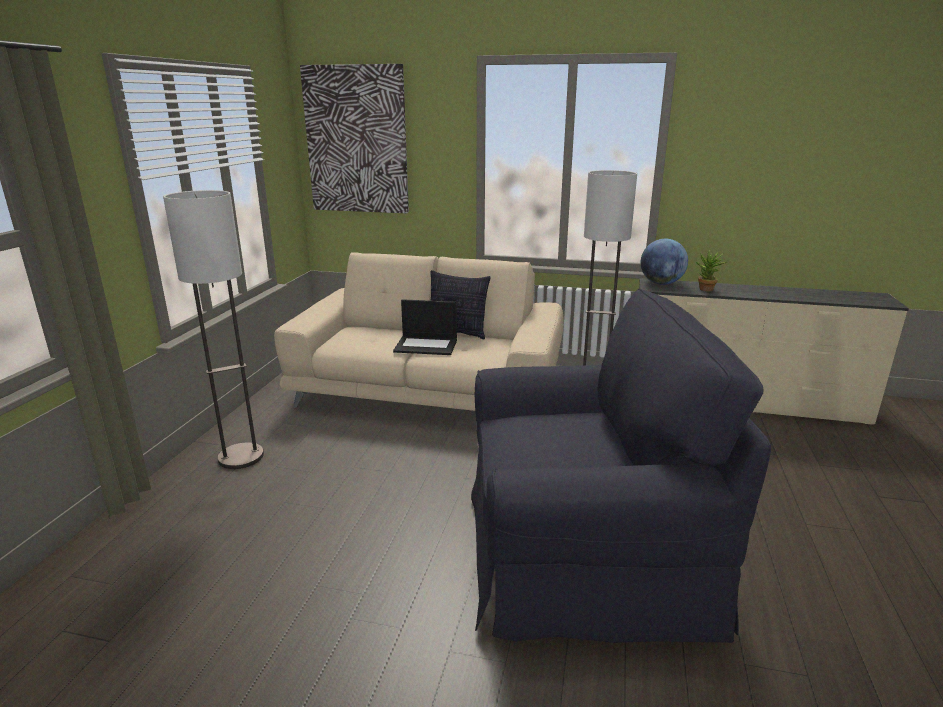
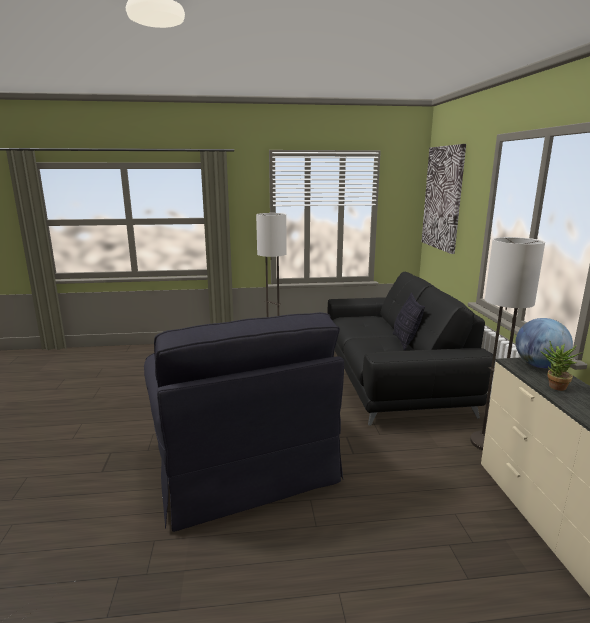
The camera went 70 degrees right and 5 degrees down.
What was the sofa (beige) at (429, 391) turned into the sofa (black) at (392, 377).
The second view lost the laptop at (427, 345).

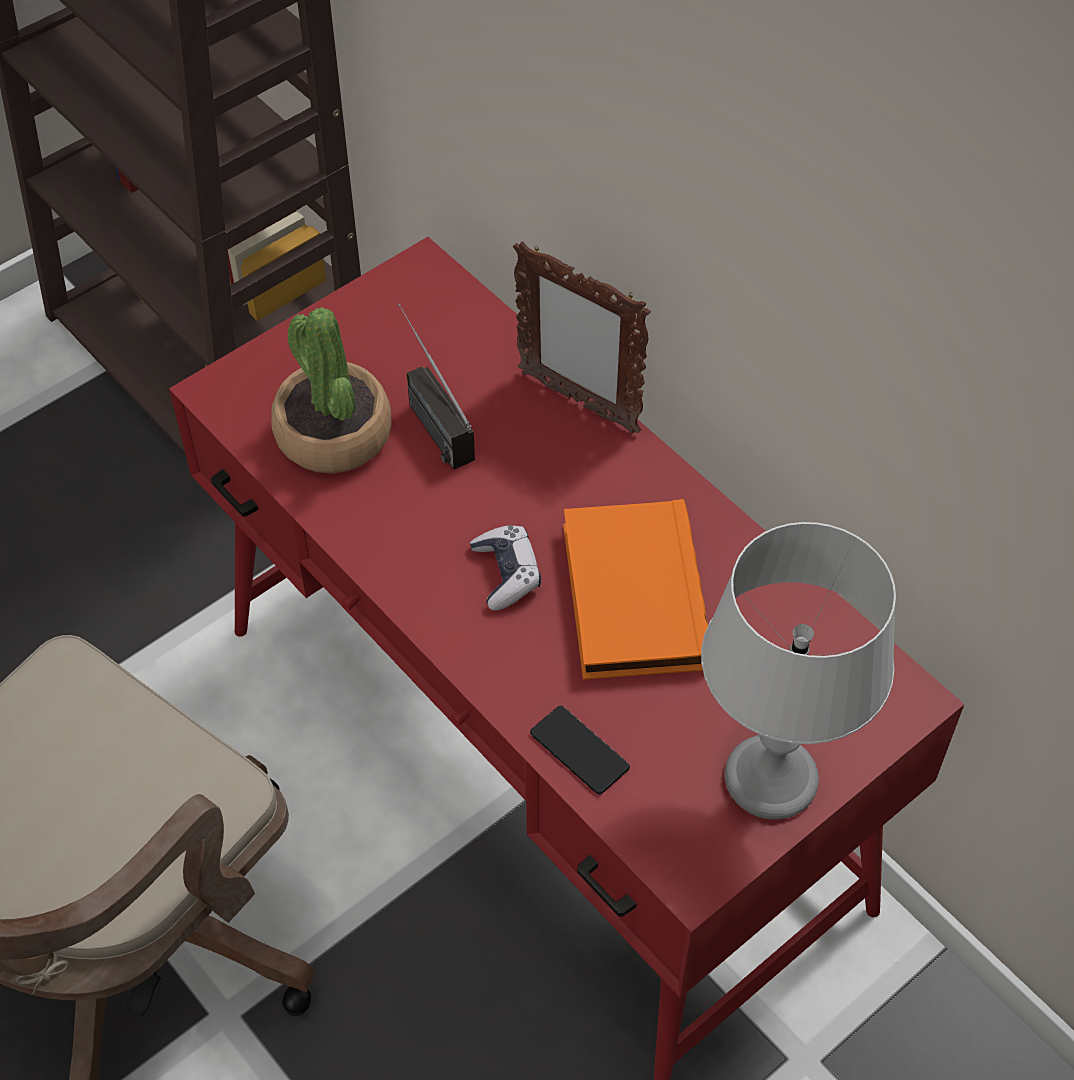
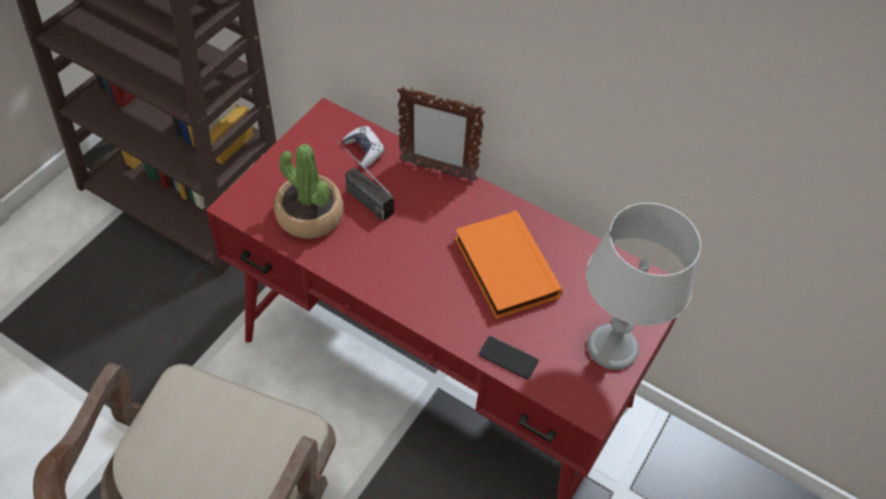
The camera went 20 degrees left and 0 degrees up.
The game controller ended up elsewhere, having gone from (506, 573) to (364, 151).

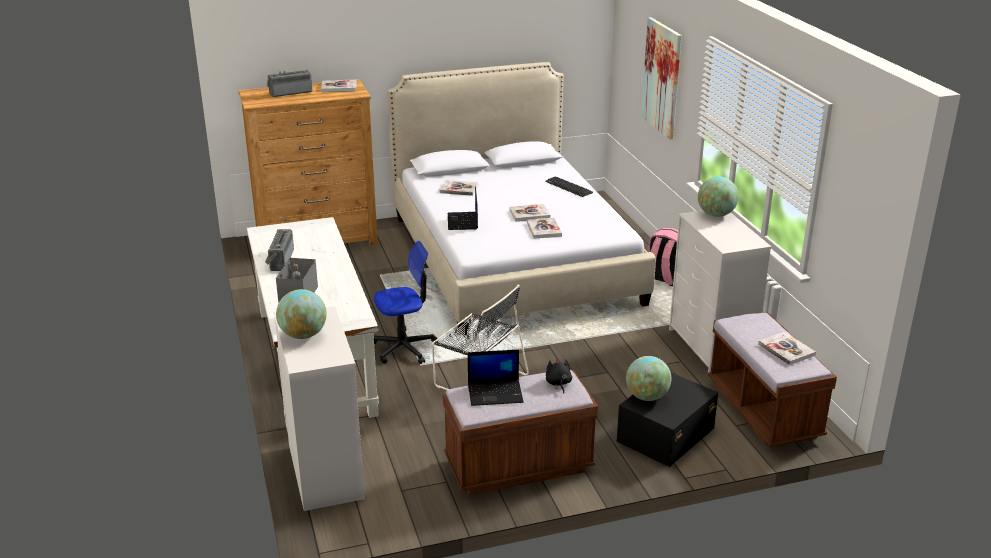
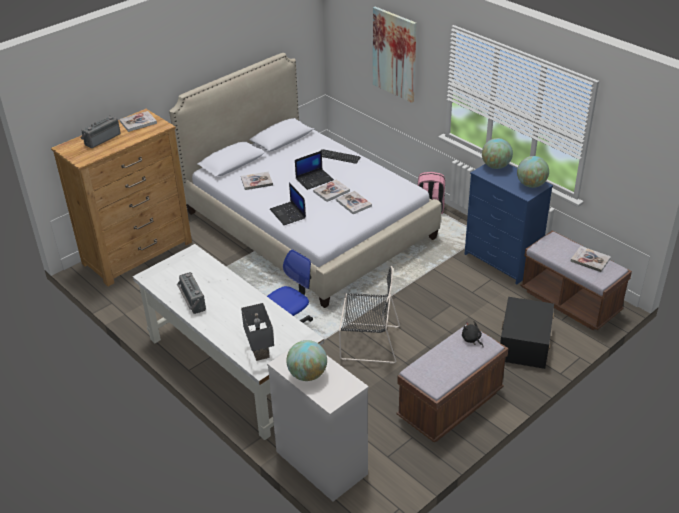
The camera went 25 degrees left and 10 degrees up.
What was the dresser (white) at (711, 348) turned into the dresser (blue) at (502, 261).
The laptop ended up elsewhere, having gone from (496, 393) to (314, 179).
The globe ended up elsewhere, having gone from (647, 397) to (531, 185).

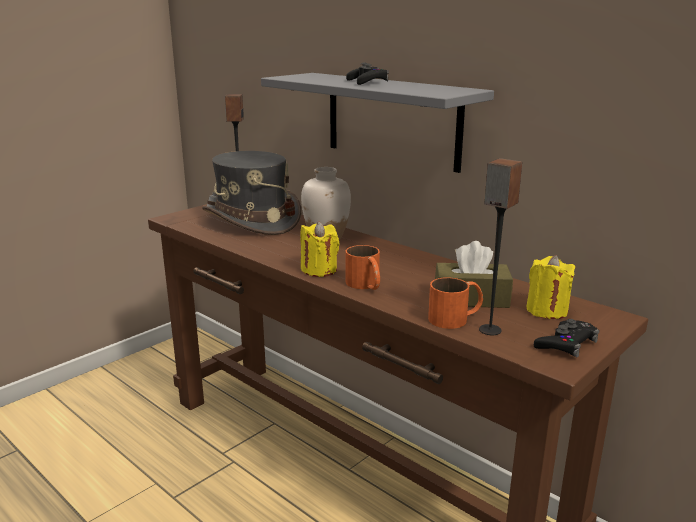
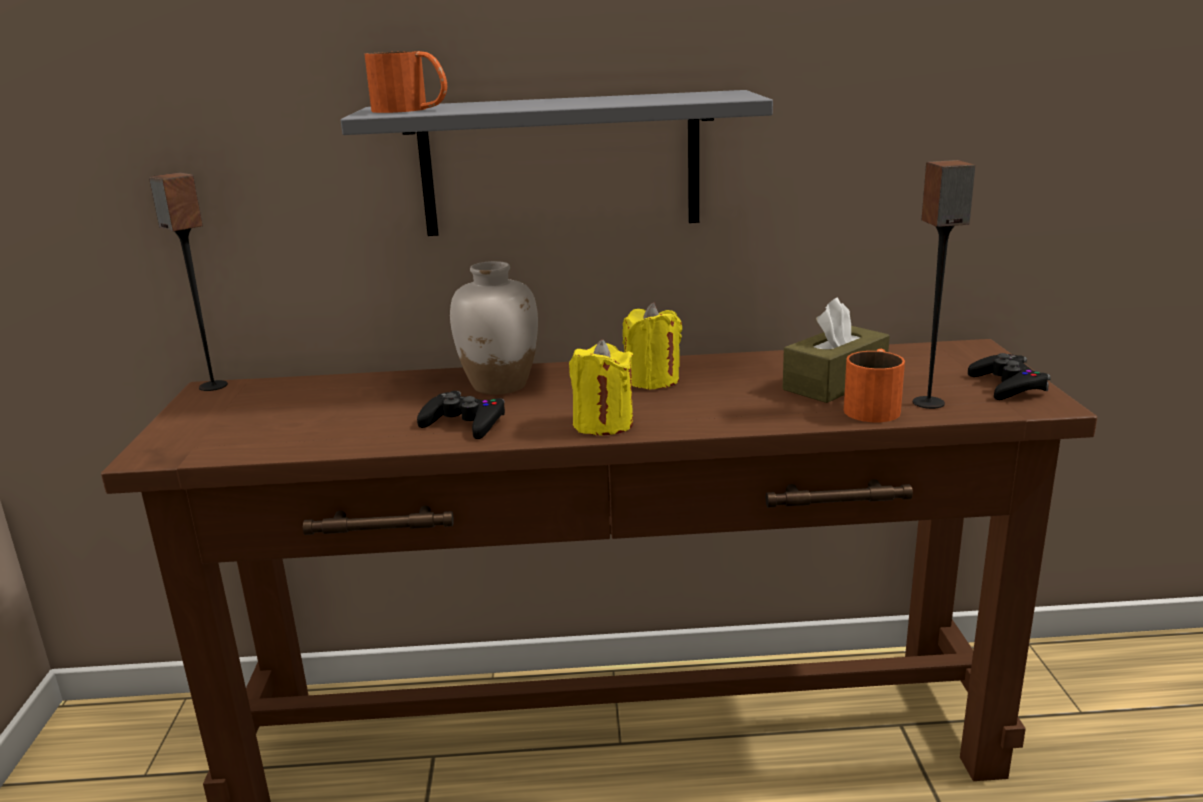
The camera went 45 degrees left and 0 degrees up.
The game controller (black) ended up elsewhere, having gone from (367, 82) to (464, 423).
The second view lost the hat (grey) at (252, 220).
The mug (orange) ended up elsewhere, having gone from (366, 285) to (411, 109).
The candle (yellow) ended up elsewhere, having gone from (547, 310) to (652, 380).

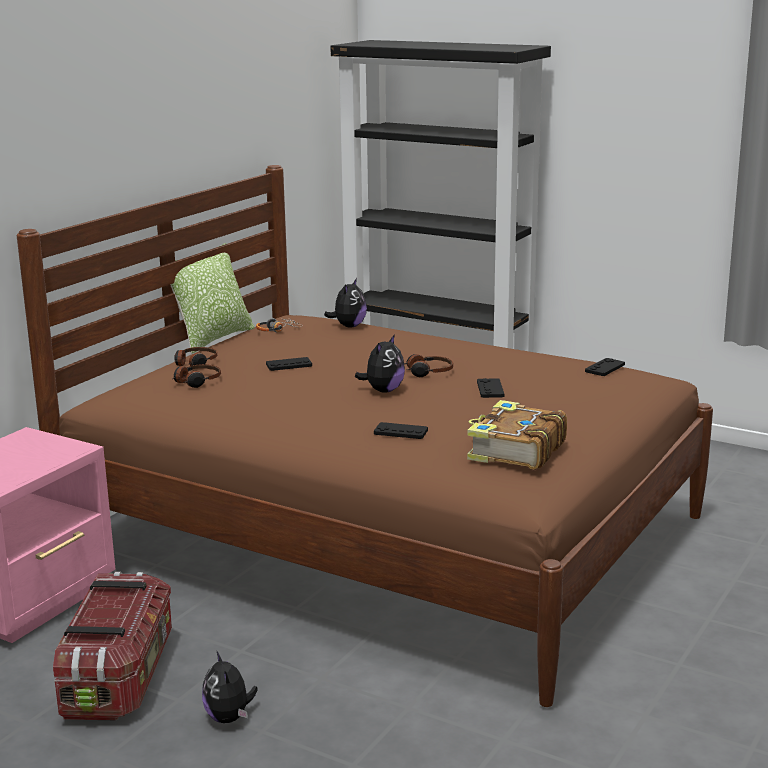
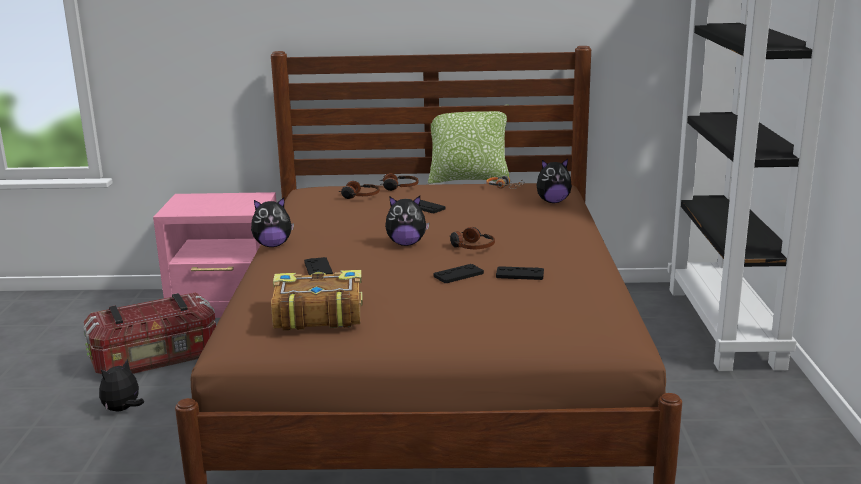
The camera went 60 degrees right and 0 degrees up.
The game controller (black) ended up elsewhere, having gone from (605, 368) to (520, 274).
The second view gained the plush toy at (273, 245).

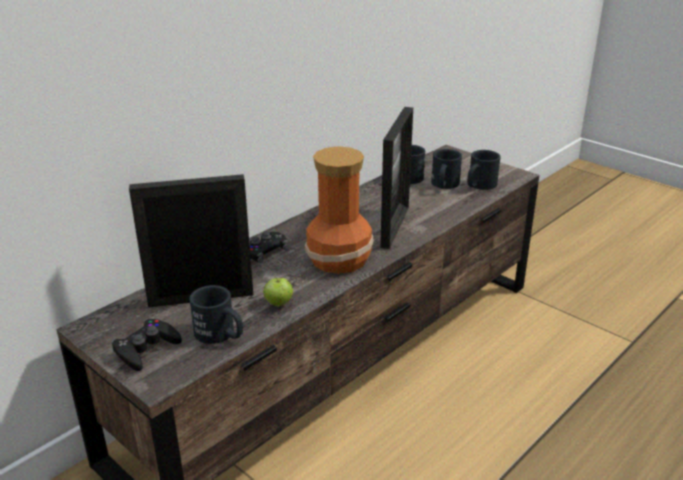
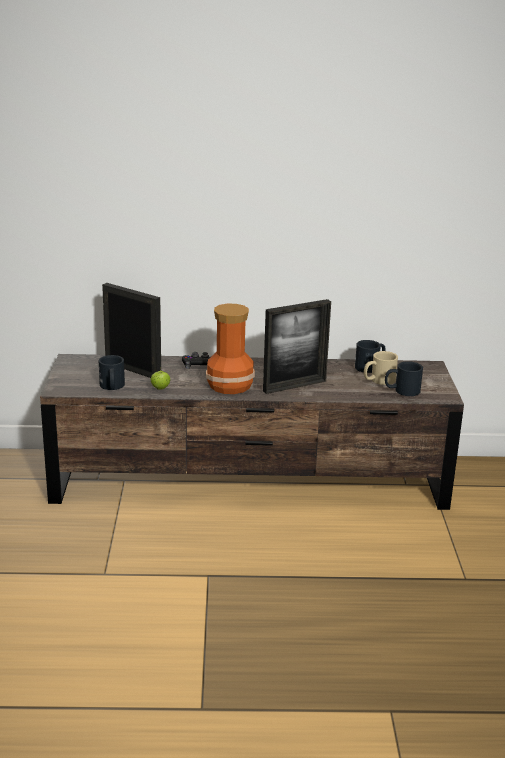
The camera went 45 degrees right and 5 degrees down.
What was the mug (black) at (444, 185) turned into the mug (beige) at (378, 380).
The second view lost the game controller (black) at (146, 349).

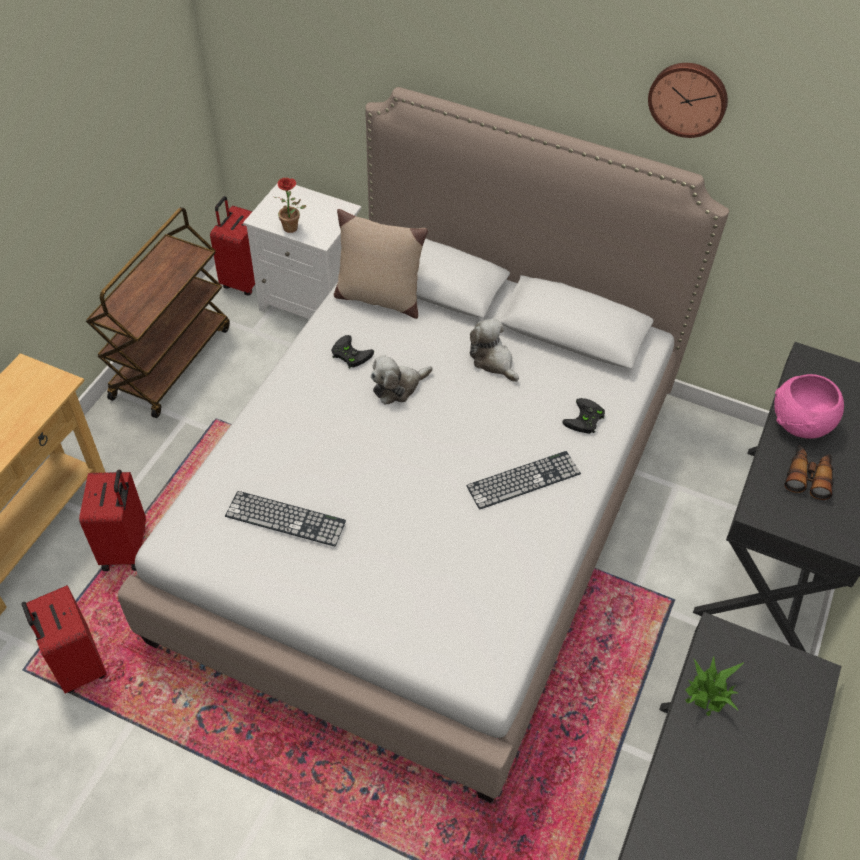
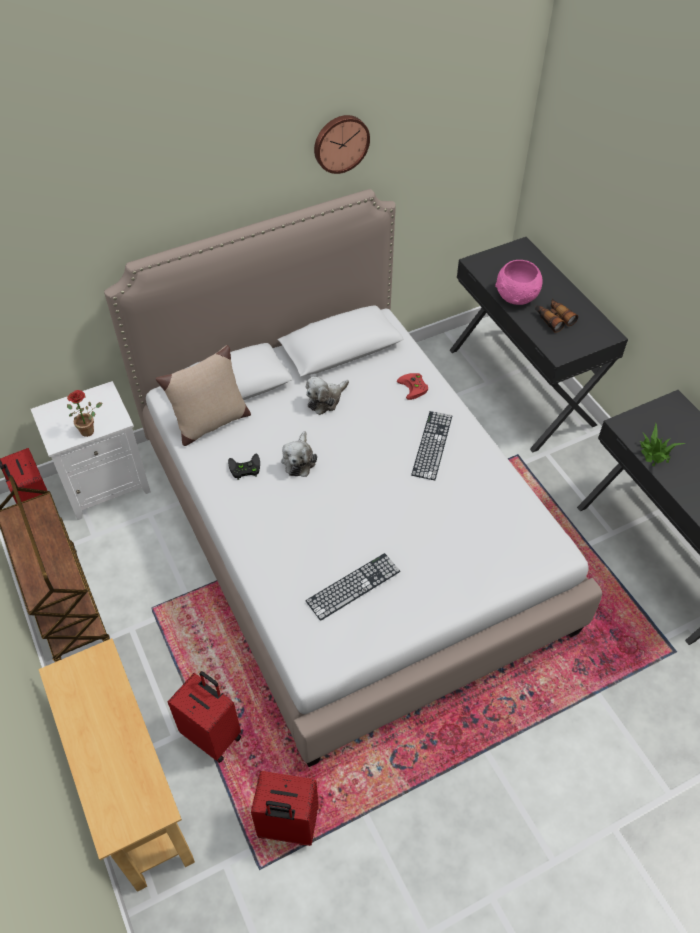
The camera went 50 degrees left and 0 degrees up.
The plush toy at (493, 361) ended up facing another way, 45 degrees counterclockwise from before.
What was the game controller (black) at (585, 420) turned into the game controller (red) at (414, 388).

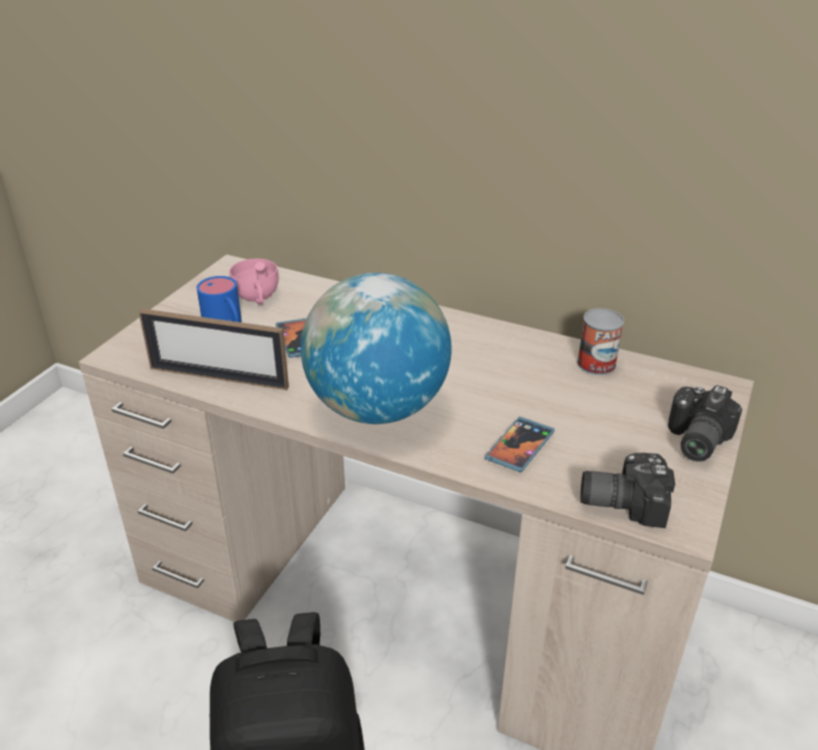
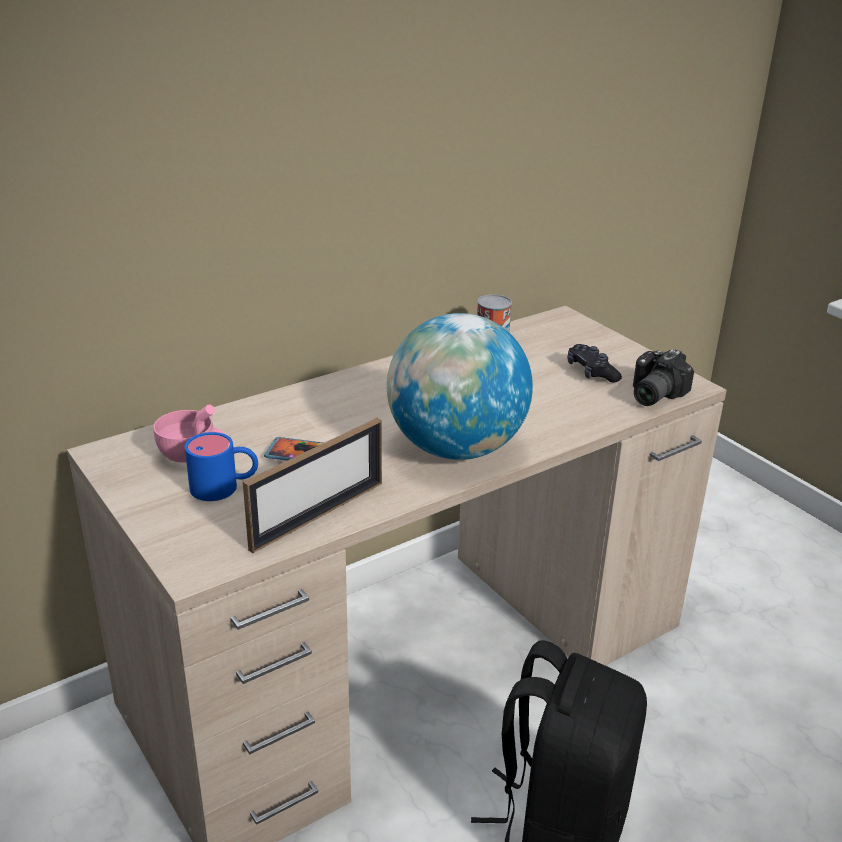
The camera went 60 degrees left and 5 degrees down.
The second view lost the photo camera at (694, 439).
The second view lost the phone at (519, 446).
The second view gained the game controller (black) at (591, 372).

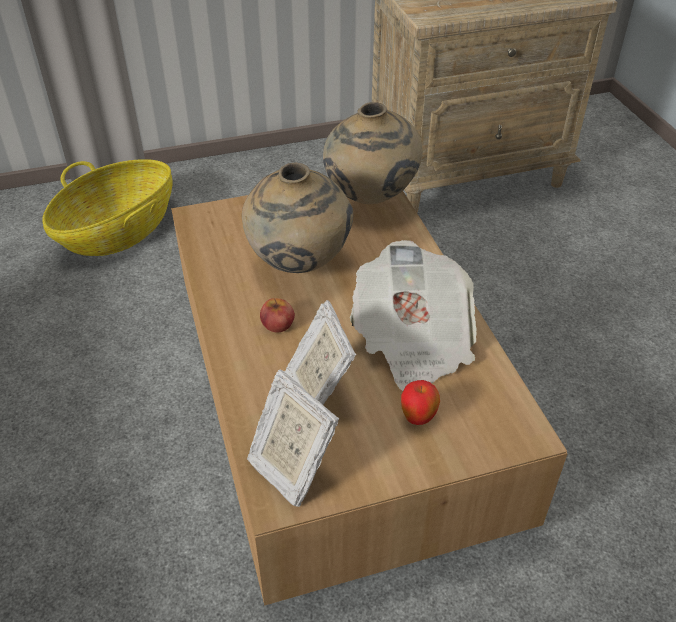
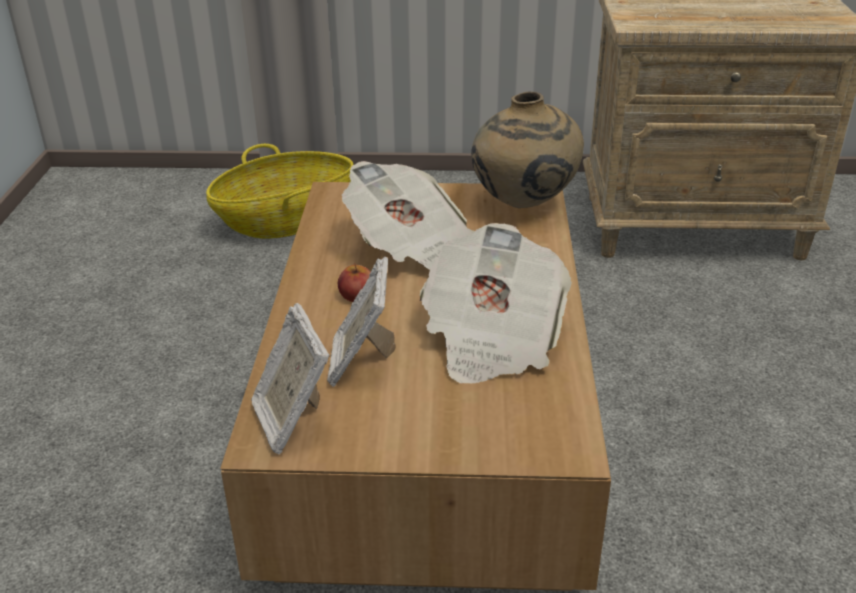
The camera went 20 degrees right and 10 degrees down.
Where the vase (beige) stood at (300, 265), the newspaper came to stand at (412, 249).
The second view lost the apple at (418, 418).

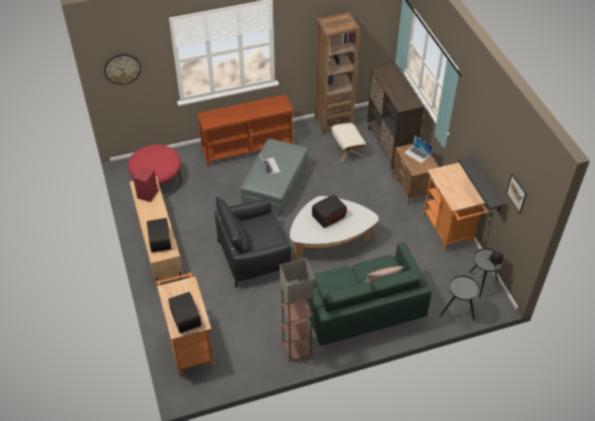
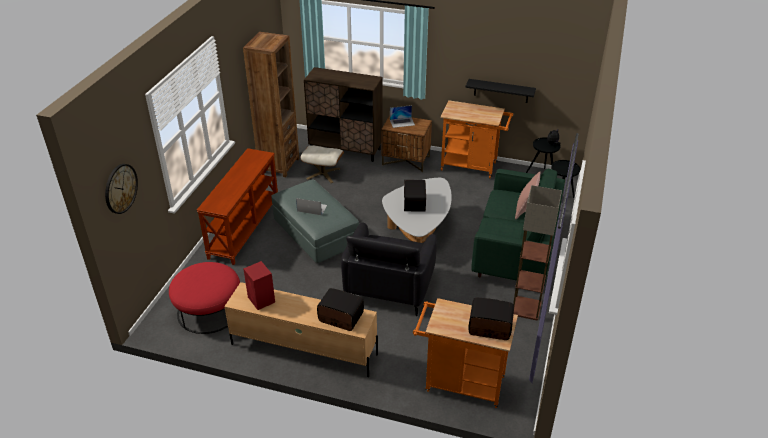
The camera went 55 degrees left and 10 degrees down.
The second view lost the picture at (516, 193).

